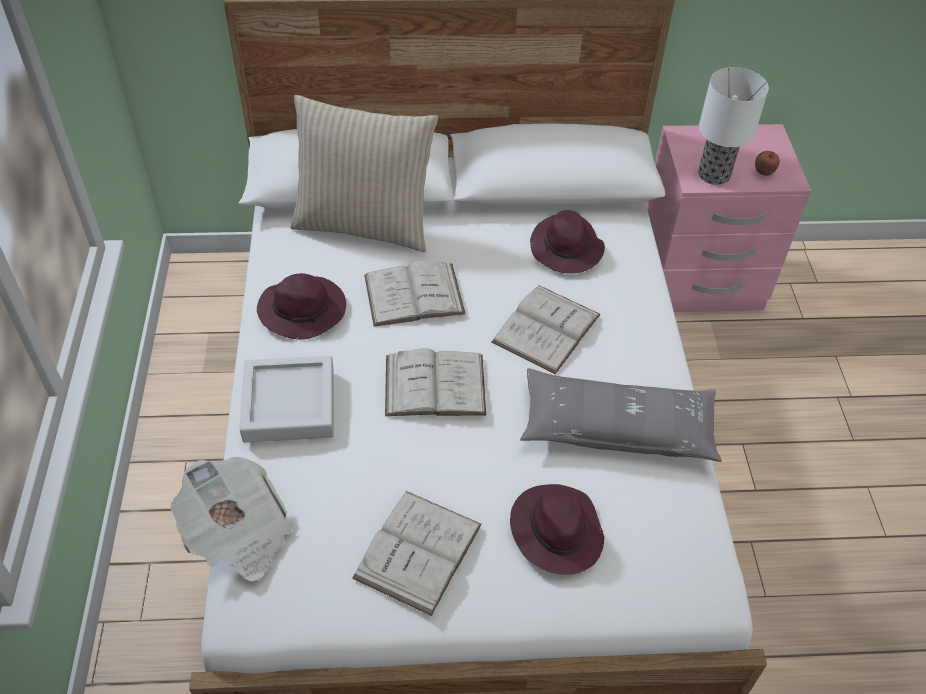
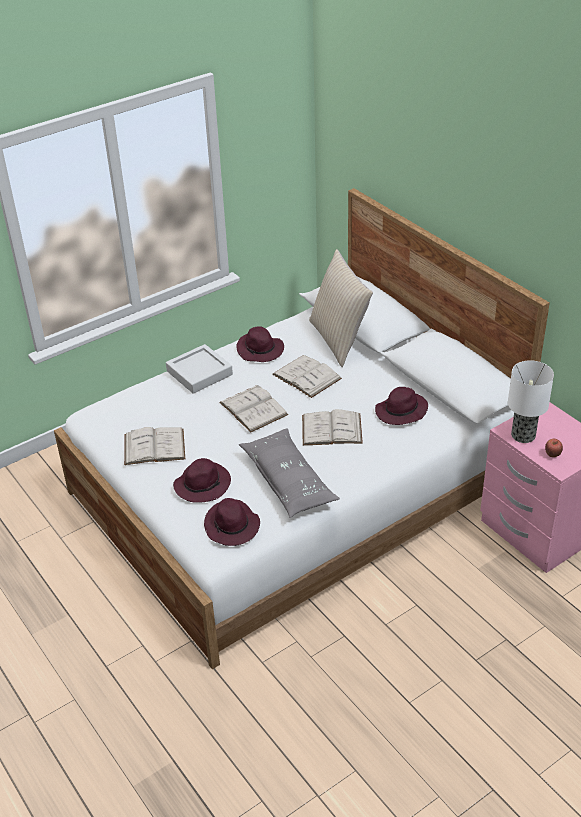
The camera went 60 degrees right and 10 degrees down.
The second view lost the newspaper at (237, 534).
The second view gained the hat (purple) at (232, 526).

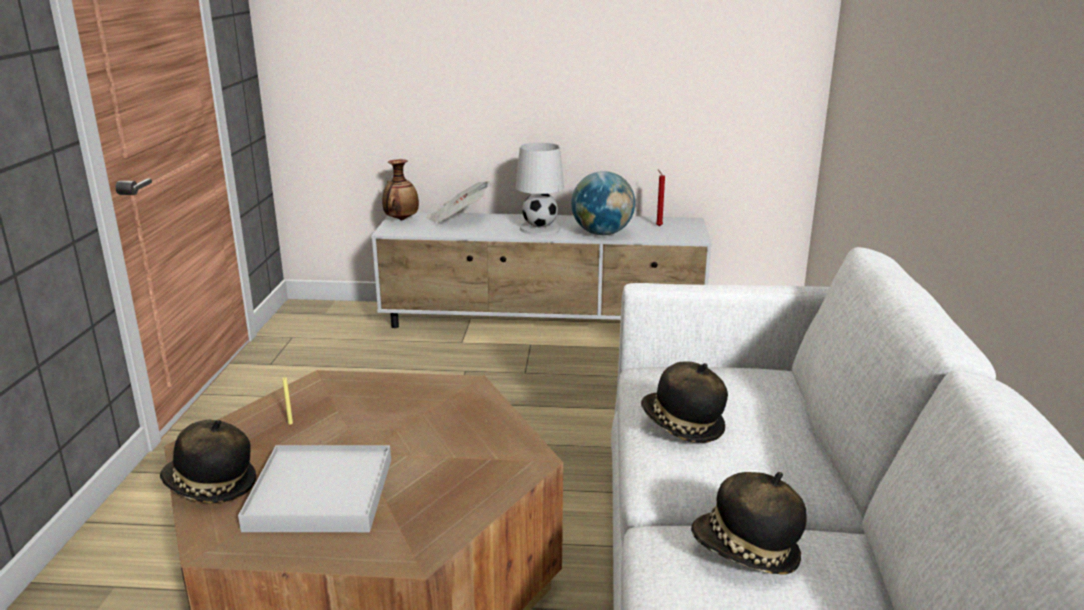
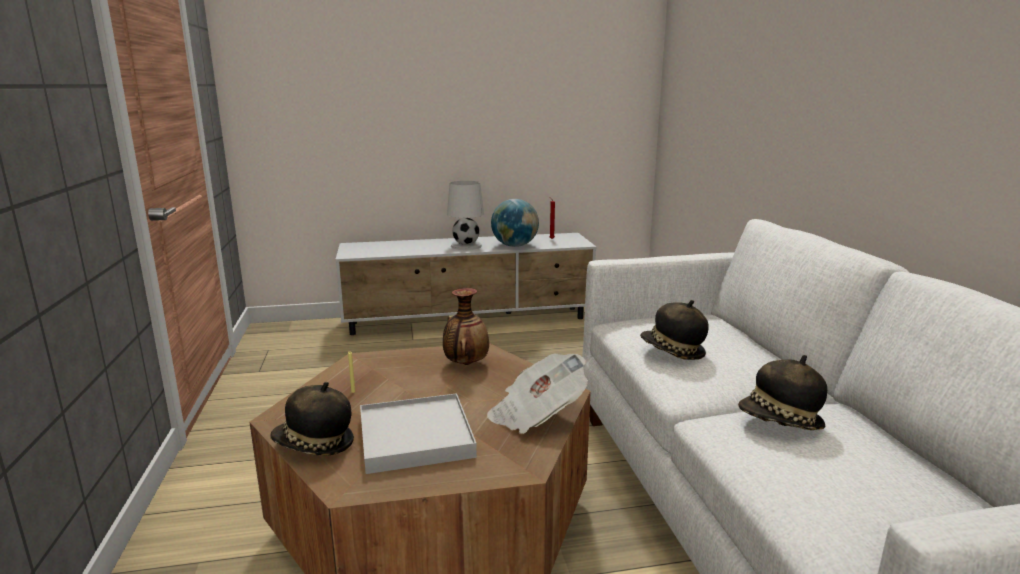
The camera went 15 degrees left and 5 degrees down.
The vase ended up elsewhere, having gone from (401, 219) to (465, 364).
The newspaper ended up elsewhere, having gone from (458, 219) to (536, 415).

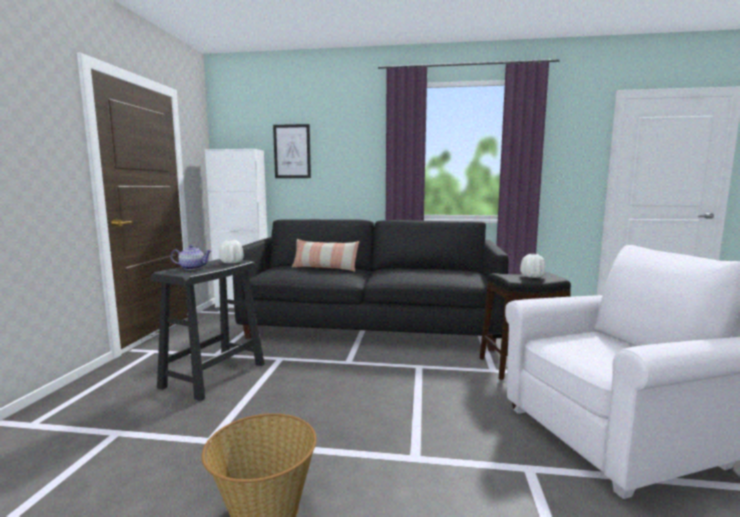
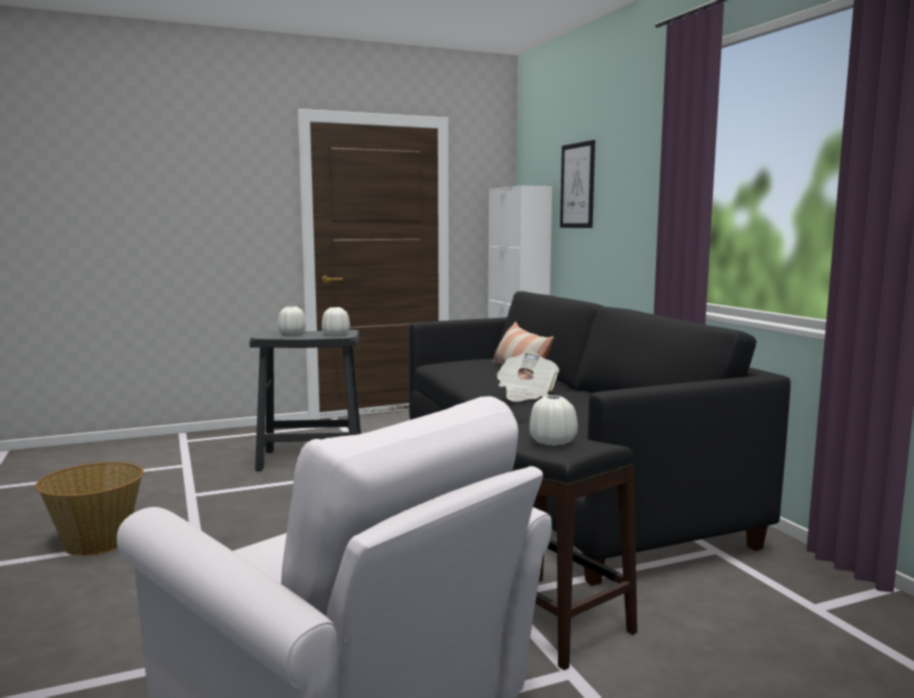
The camera went 60 degrees right and 0 degrees up.
Where the teapot stood at (193, 268), the vase (white) came to stand at (292, 333).
The second view gained the newspaper at (526, 394).

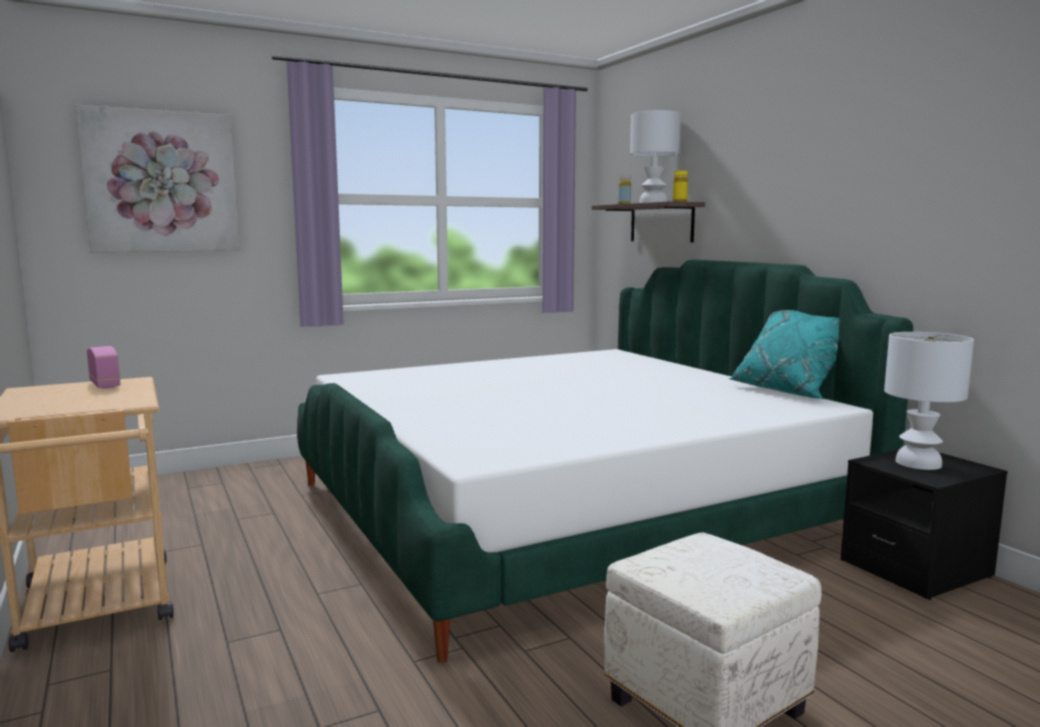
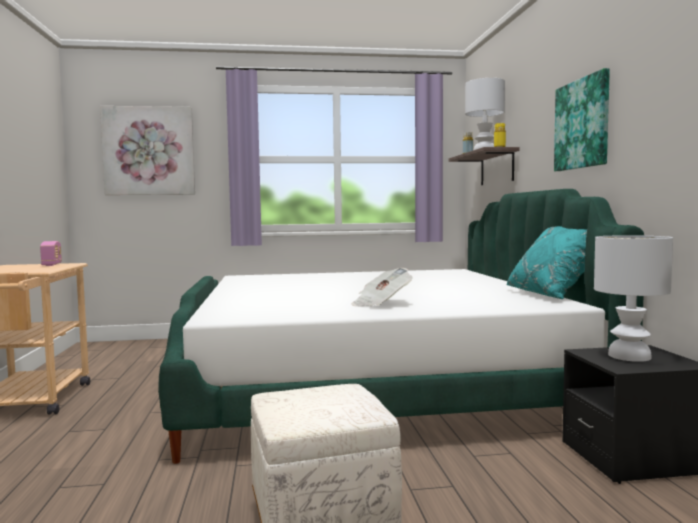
The camera went 20 degrees right and 5 degrees down.
The second view gained the picture at (582, 124).
The second view gained the newspaper at (381, 304).

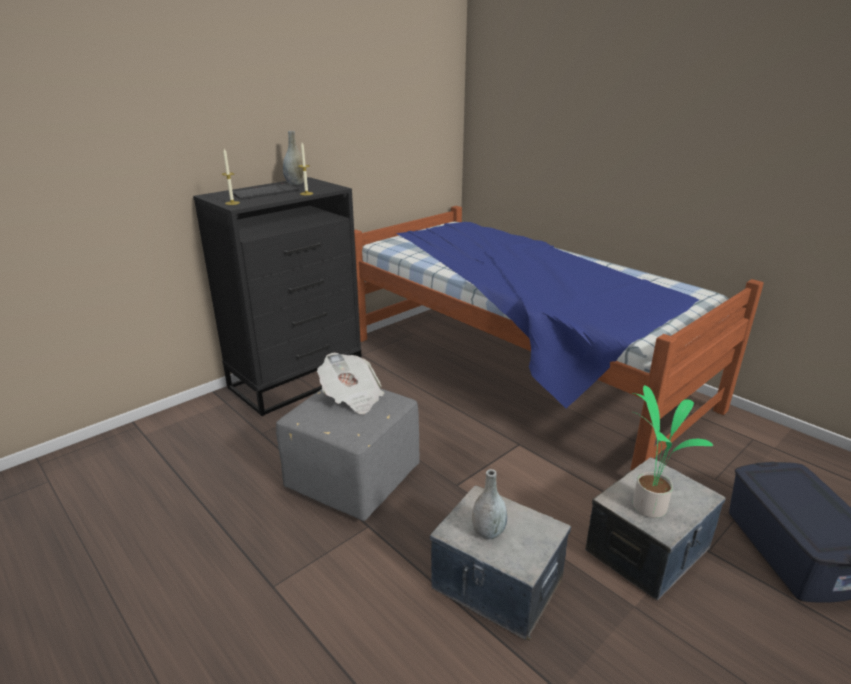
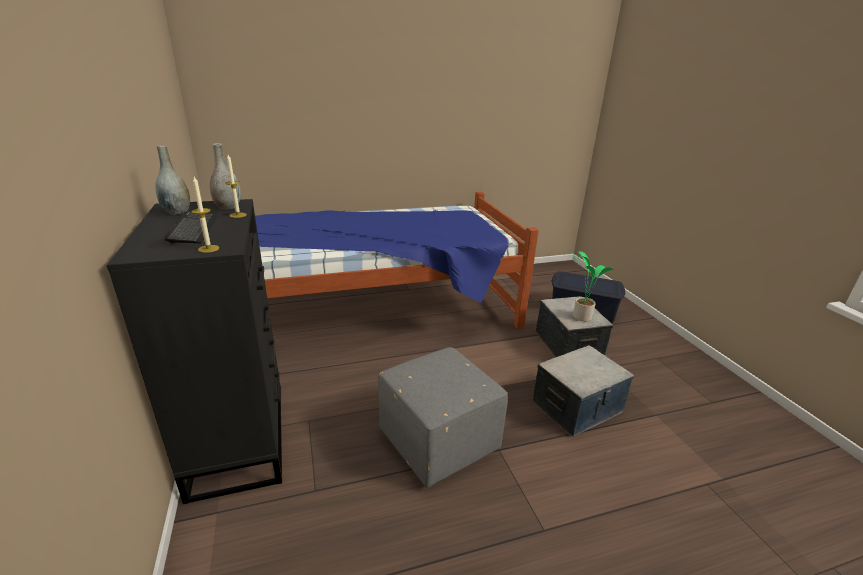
The camera went 65 degrees left and 0 degrees up.
The second view lost the newspaper at (352, 397).
The vase (grey) ended up elsewhere, having gone from (488, 532) to (228, 207).

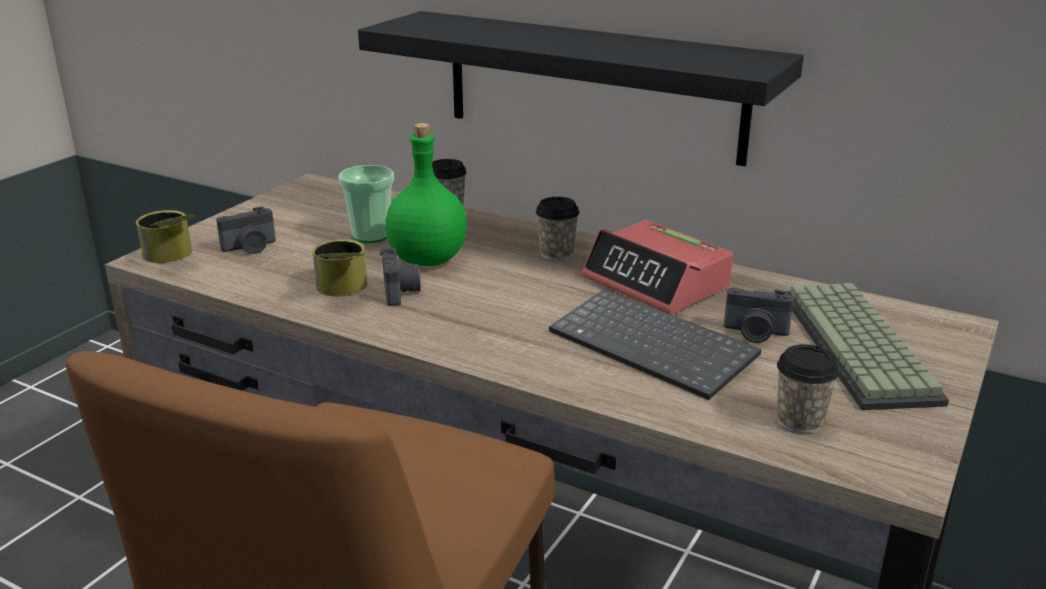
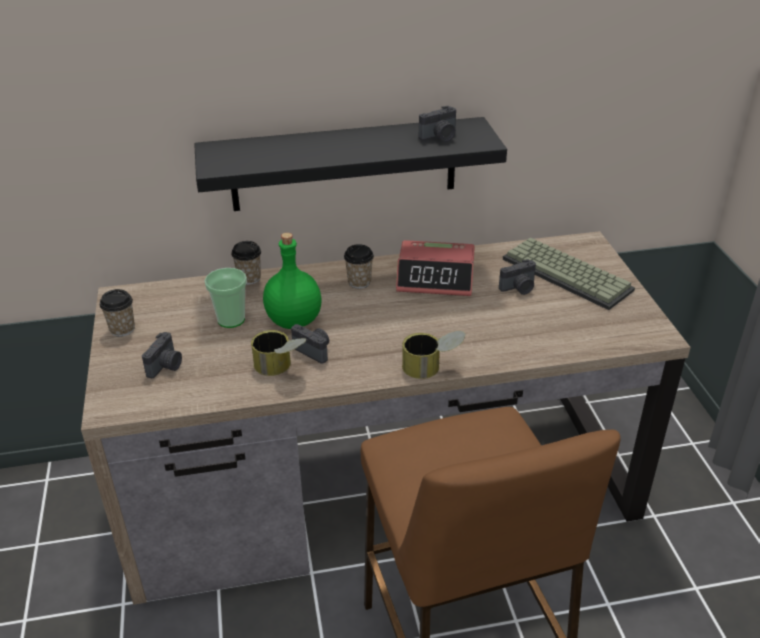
The camera went 40 degrees left and 10 degrees up.
The can ended up elsewhere, having gone from (172, 258) to (432, 368).
The second view lost the keyboard at (656, 346).
The cup ended up elsewhere, having gone from (799, 421) to (122, 329).
The second view gained the photo camera at (440, 137).

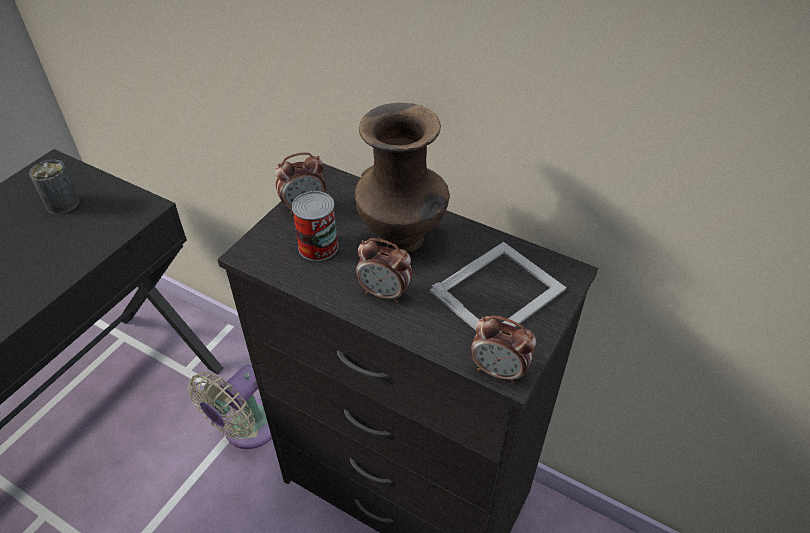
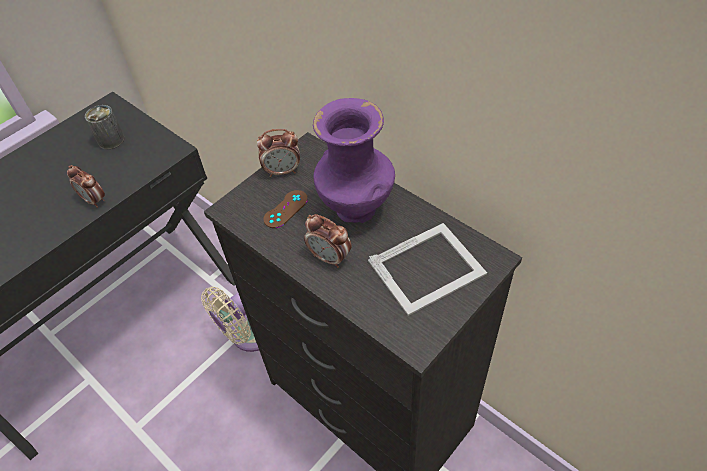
The camera went 15 degrees right and 5 degrees up.
What was the vase (brown) at (403, 239) turned into the vase (purple) at (357, 210).
Where the can stood at (318, 246), the game controller (brown) came to stand at (286, 209).
The alarm clock ended up elsewhere, having gone from (498, 371) to (94, 200).

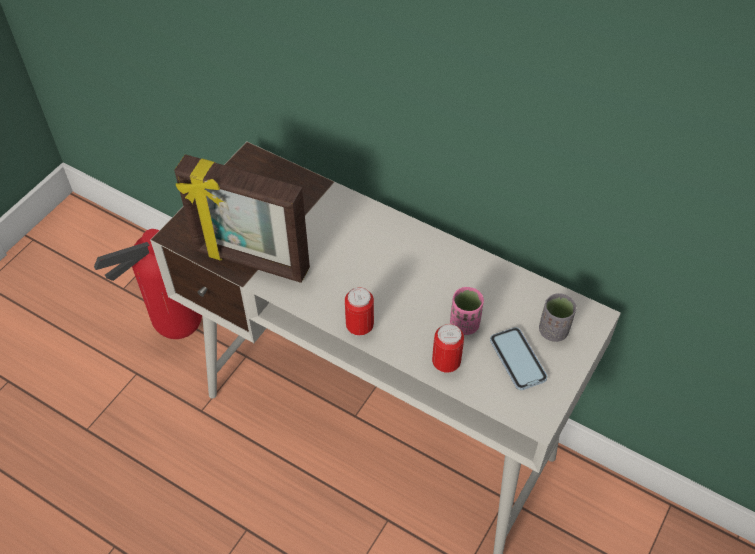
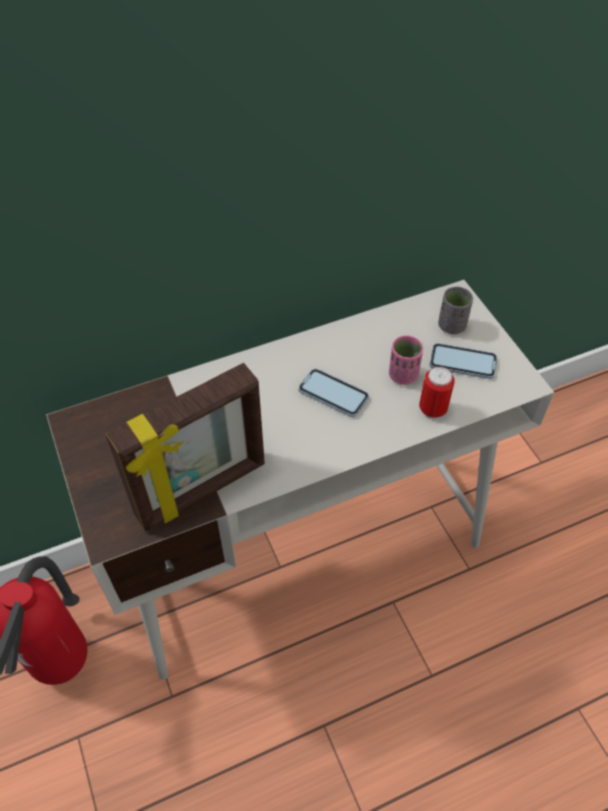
The camera went 55 degrees left and 0 degrees up.
The second view lost the can at (359, 327).
The second view gained the phone at (333, 394).

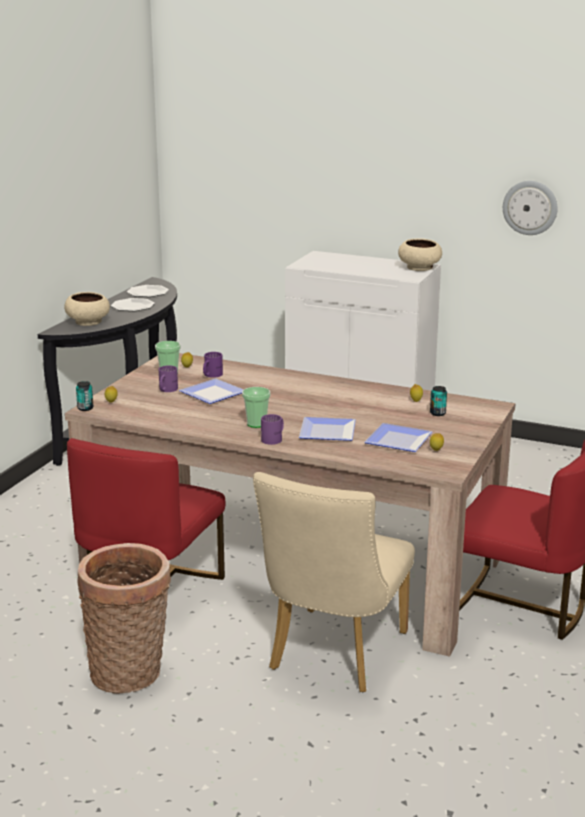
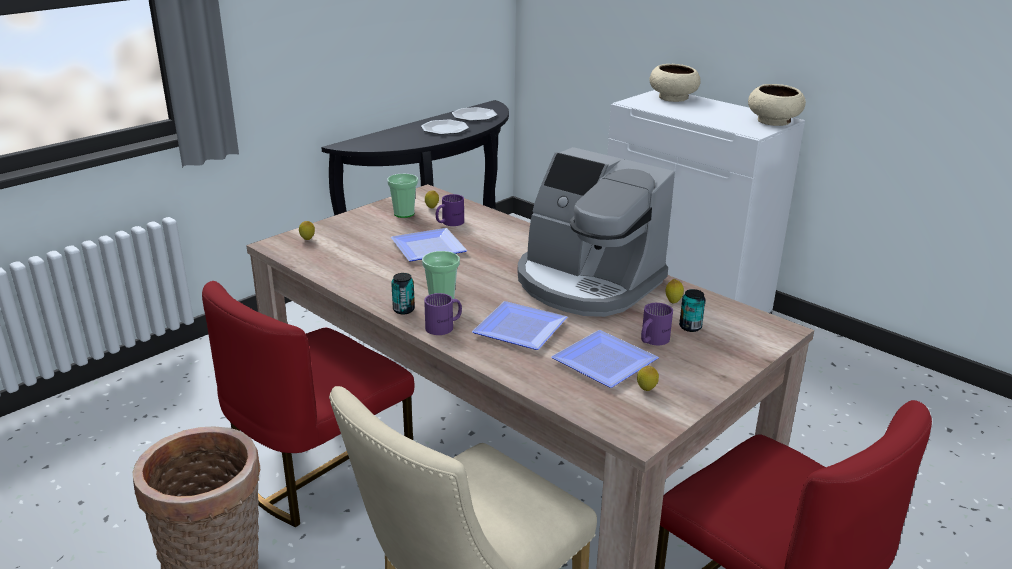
The camera went 20 degrees right and 5 degrees up.
The second view lost the wall clock at (530, 207).
The bowl (beige) ended up elsewhere, having gone from (88, 322) to (673, 98).
The mug (purple) ended up elsewhere, having gone from (166, 390) to (651, 340).
The can ended up elsewhere, having gone from (85, 408) to (403, 310).
The second view gained the coffee machine at (586, 283).

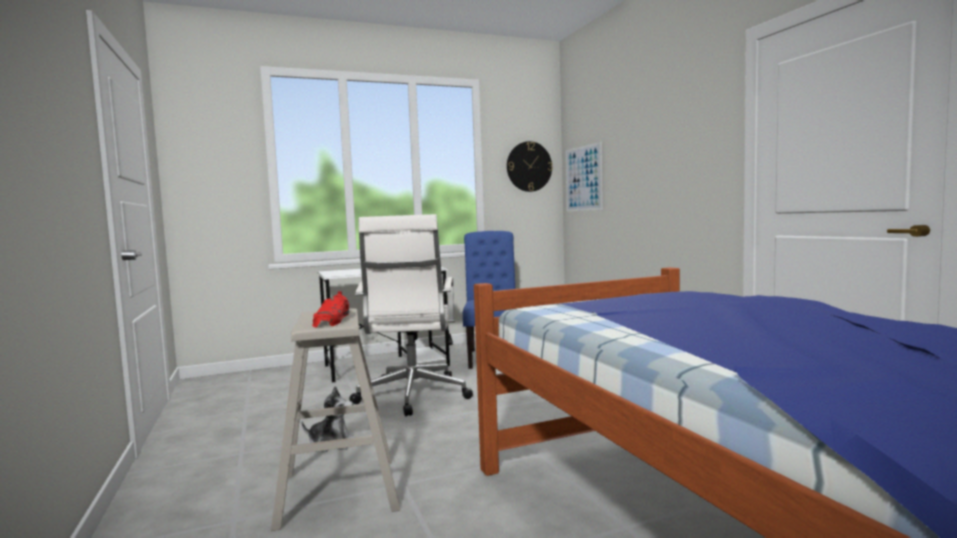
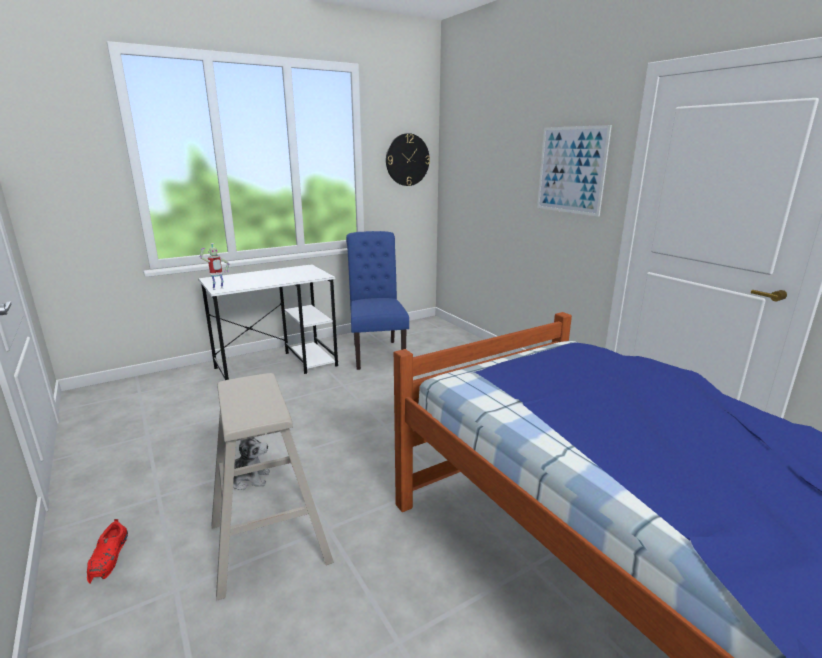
The camera went 10 degrees left and 15 degrees up.
The picture ended up elsewhere, having gone from (583, 178) to (571, 170).
The second view lost the office chair (white) at (412, 396).
The shoe (red) ended up elsewhere, having gone from (332, 320) to (109, 557).
The second view gained the toy robot at (218, 289).

